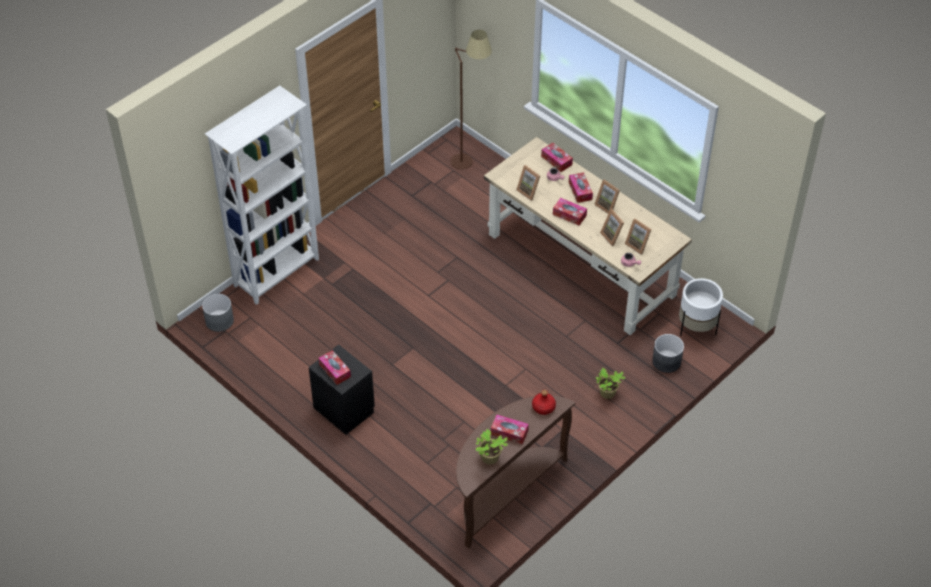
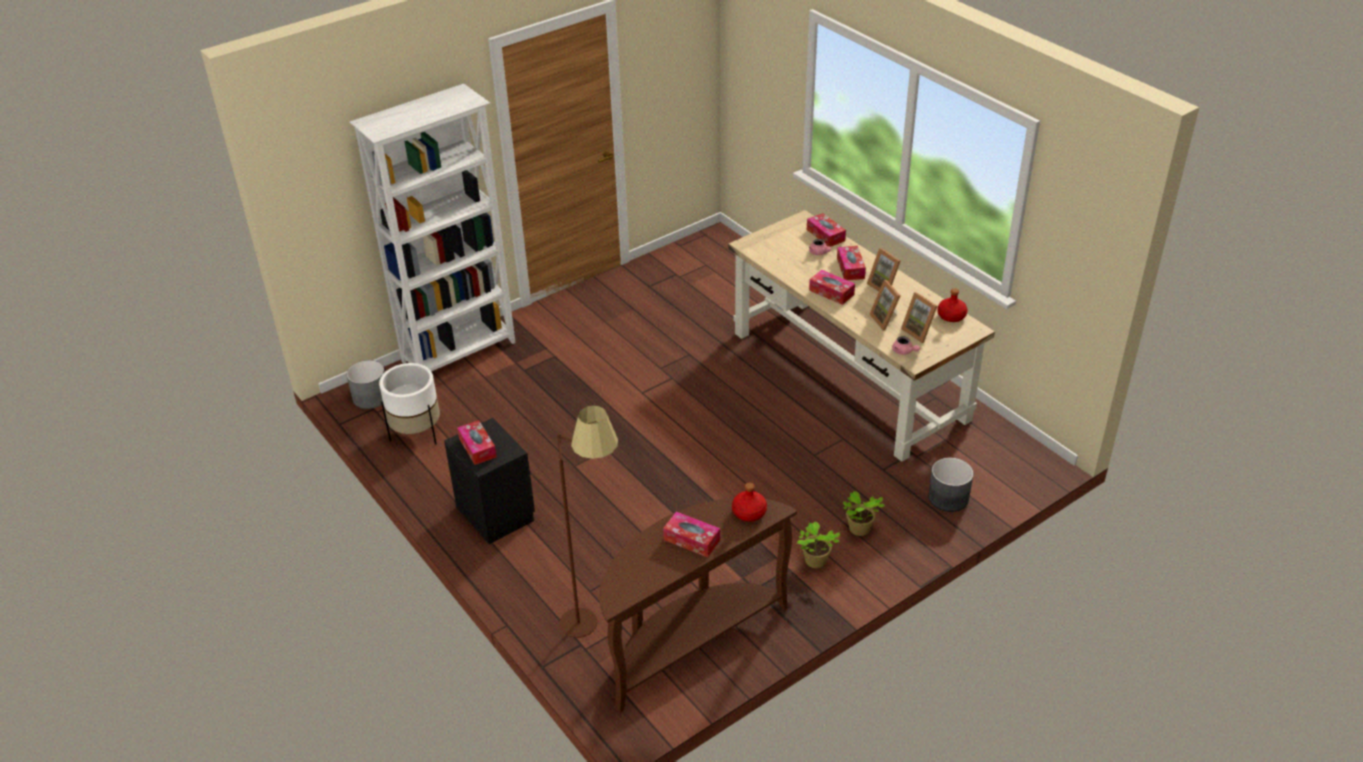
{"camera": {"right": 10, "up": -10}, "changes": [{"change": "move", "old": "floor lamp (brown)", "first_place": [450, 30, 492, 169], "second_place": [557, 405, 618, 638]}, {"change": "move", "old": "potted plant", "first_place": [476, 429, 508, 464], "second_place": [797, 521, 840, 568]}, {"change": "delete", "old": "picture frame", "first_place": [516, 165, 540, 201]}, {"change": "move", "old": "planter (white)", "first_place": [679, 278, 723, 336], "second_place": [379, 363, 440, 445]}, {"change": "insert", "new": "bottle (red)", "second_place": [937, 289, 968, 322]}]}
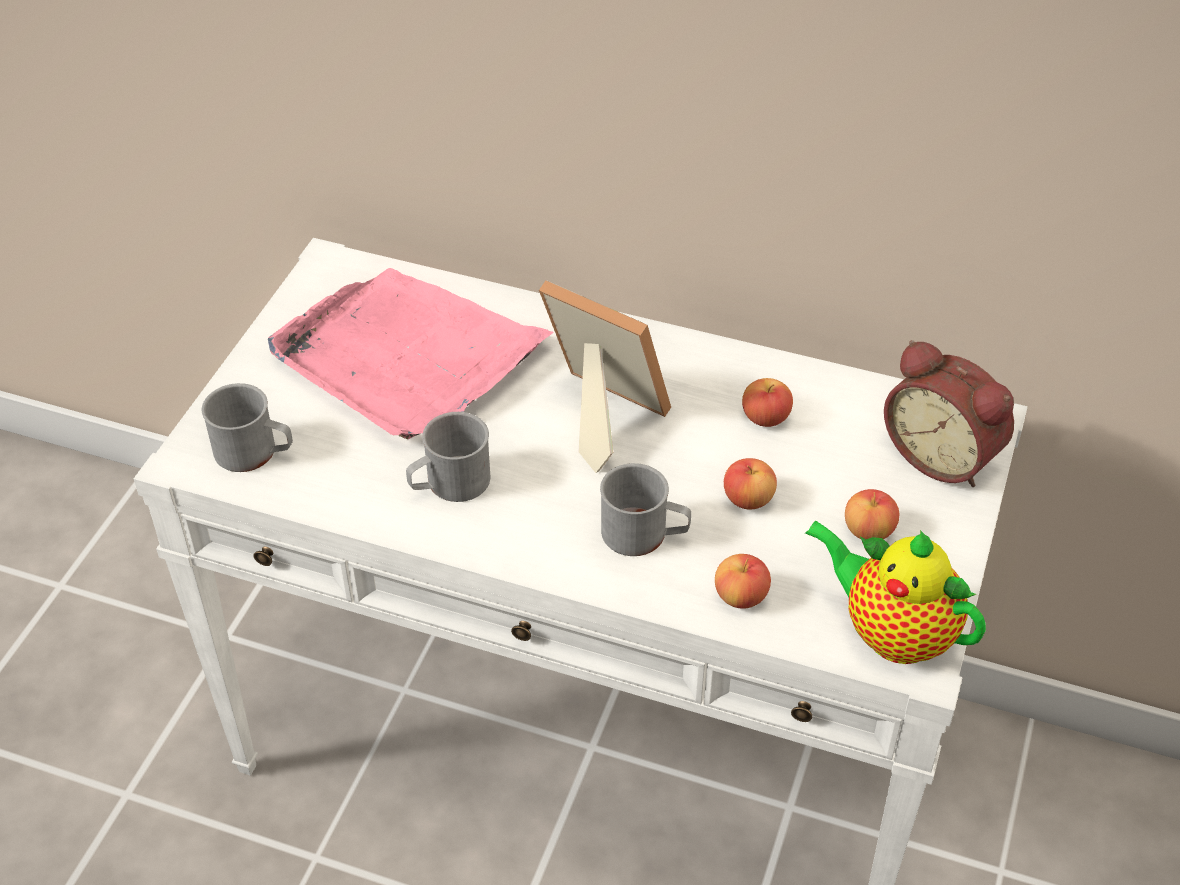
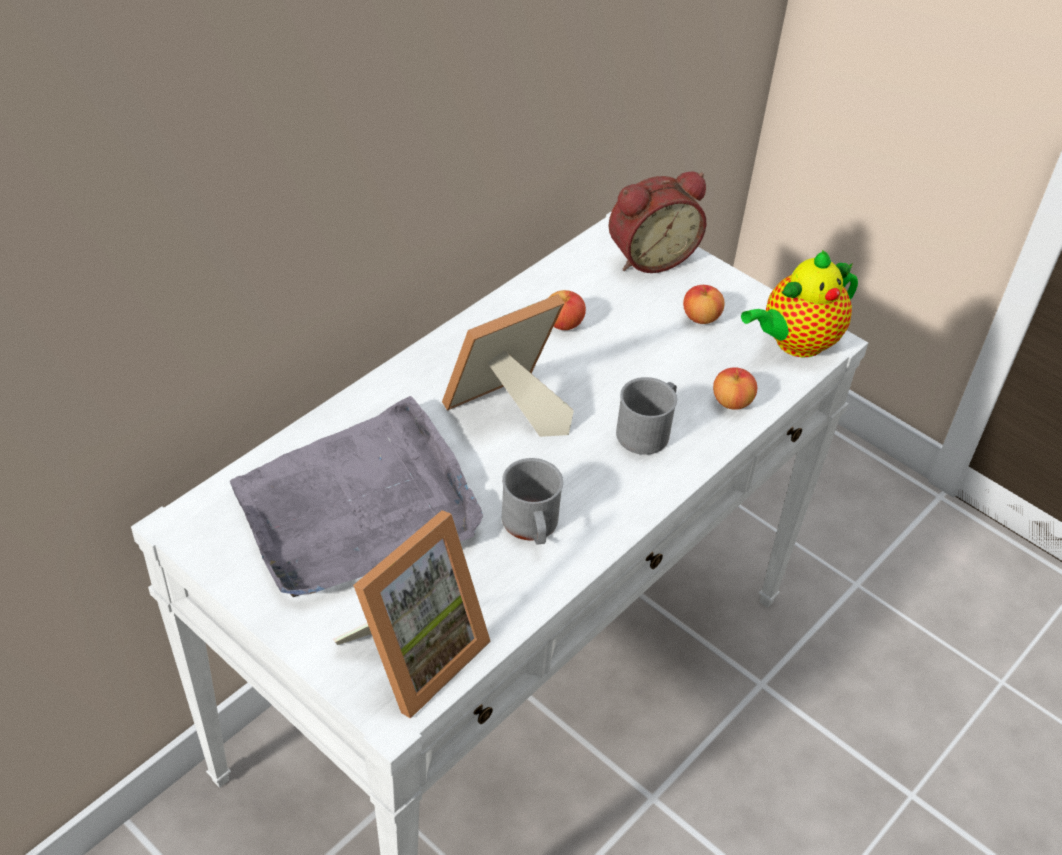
{"camera": {"right": -70, "up": 0}, "changes": [{"change": "replace", "old": "mug (grey)", "new": "picture frame", "first_place": [201, 383, 293, 472], "second_place": [333, 510, 491, 718]}, {"change": "recolor", "old": "tray (pink)", "new": "tray (grey)", "first_place": [268, 268, 553, 439], "second_place": [230, 396, 483, 597]}, {"change": "delete", "old": "apple", "first_place": [724, 458, 777, 510]}]}
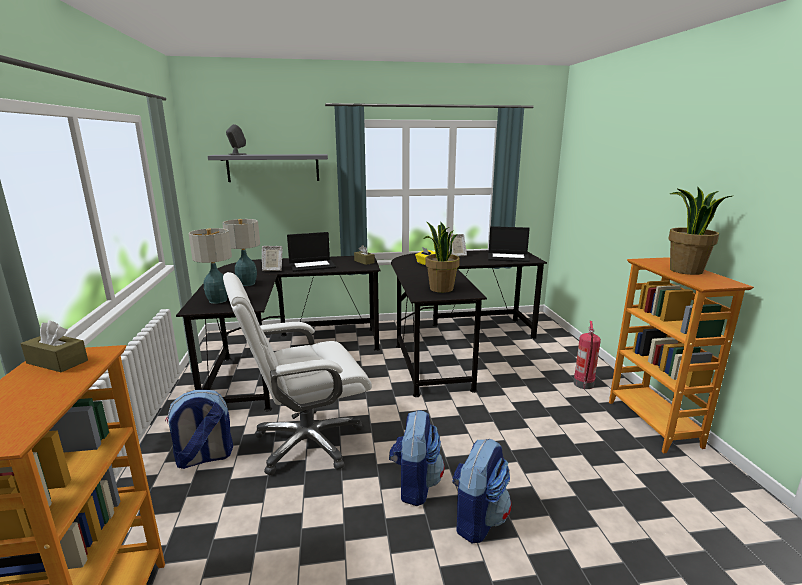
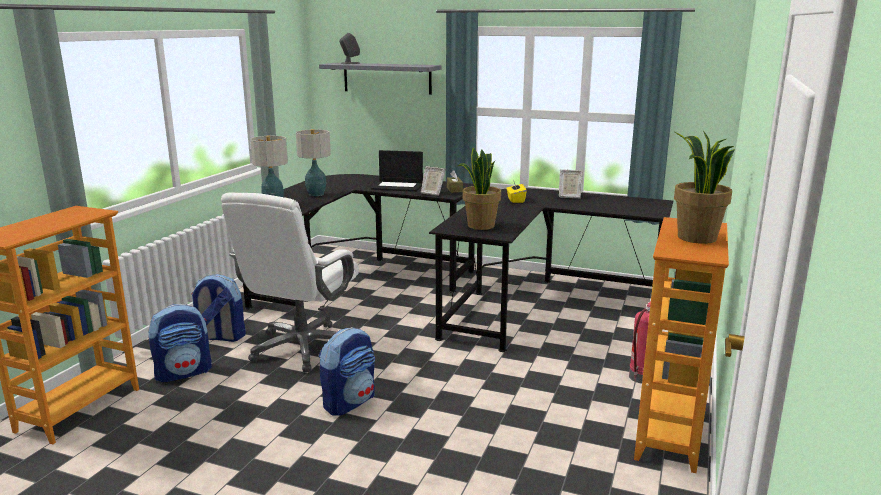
{"camera": {"right": 30, "up": 0}, "changes": [{"change": "delete", "old": "tissue box (brown)", "first_place": [21, 320, 88, 372]}, {"change": "rotate", "old": "office chair (white)", "first_place": [223, 272, 372, 475], "second_place": [221, 193, 359, 373], "degrees": -75}, {"change": "move", "old": "picture frame", "first_place": [262, 246, 283, 271], "second_place": [421, 166, 445, 196]}, {"change": "move", "old": "backpack", "first_place": [452, 439, 512, 543], "second_place": [148, 304, 212, 382]}, {"change": "delete", "old": "laptop", "first_place": [488, 226, 530, 262]}]}
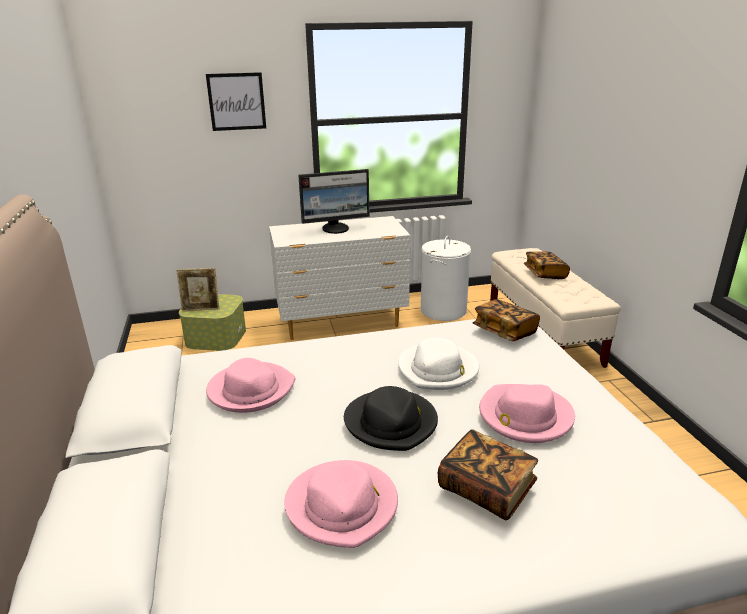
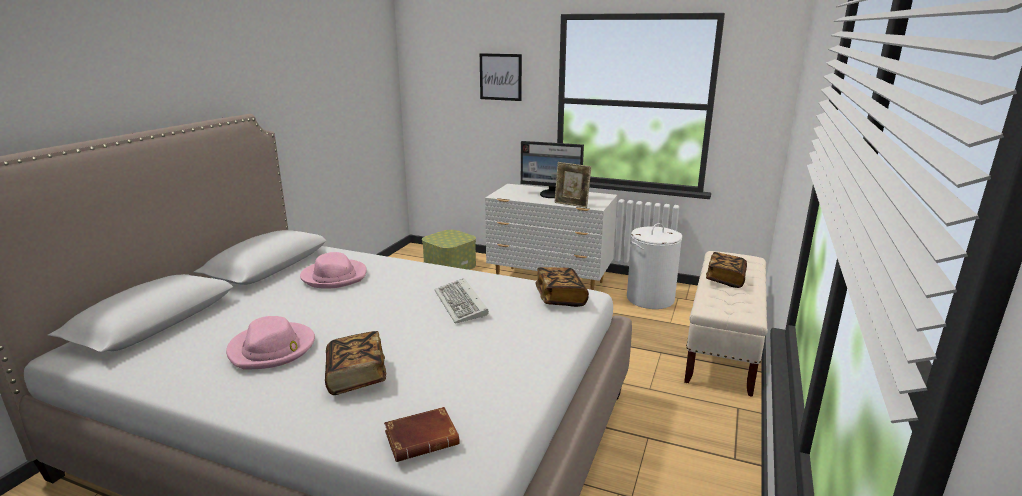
{"camera": {"right": 35, "up": -5}, "changes": [{"change": "move", "old": "picture frame", "first_place": [176, 268, 219, 311], "second_place": [554, 162, 591, 208]}, {"change": "delete", "old": "hat (black)", "first_place": [344, 386, 438, 451]}, {"change": "replace", "old": "hat (white)", "new": "keyboard", "first_place": [398, 338, 479, 390], "second_place": [434, 278, 489, 324]}, {"change": "delete", "old": "hat (pink)", "first_place": [479, 384, 575, 443]}, {"change": "insert", "new": "book (brown)", "second_place": [384, 407, 460, 462]}]}
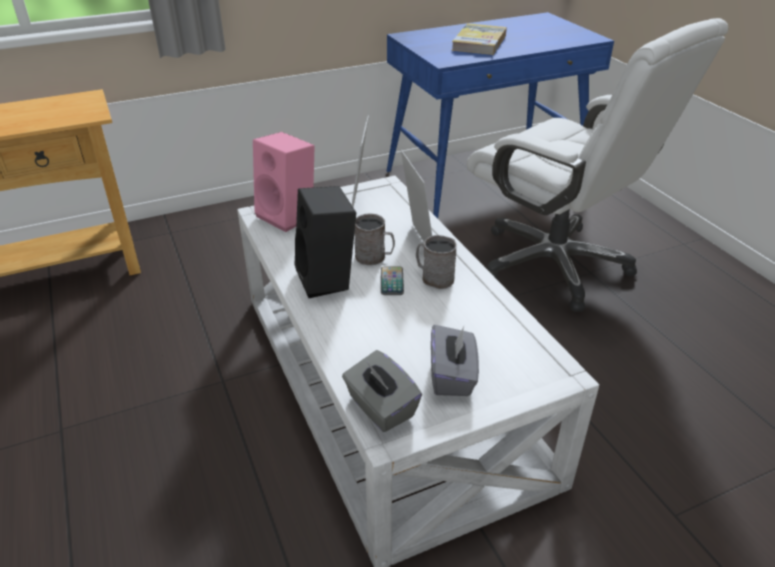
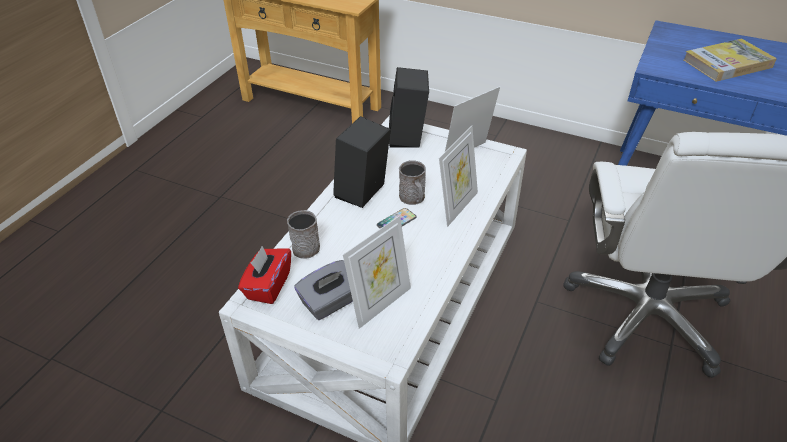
{"camera": {"right": 50, "up": 5}, "changes": [{"change": "recolor", "old": "speaker (pink)", "new": "speaker (black)", "first_place": [253, 132, 315, 232], "second_place": [389, 67, 429, 148]}, {"change": "recolor", "old": "tissue box (grey)", "new": "tissue box (red)", "first_place": [342, 350, 422, 432], "second_place": [238, 246, 291, 304]}, {"change": "move", "old": "mug (grey)", "first_place": [416, 235, 456, 289], "second_place": [287, 210, 320, 259]}, {"change": "insert", "new": "picture frame", "second_place": [343, 215, 411, 329]}]}
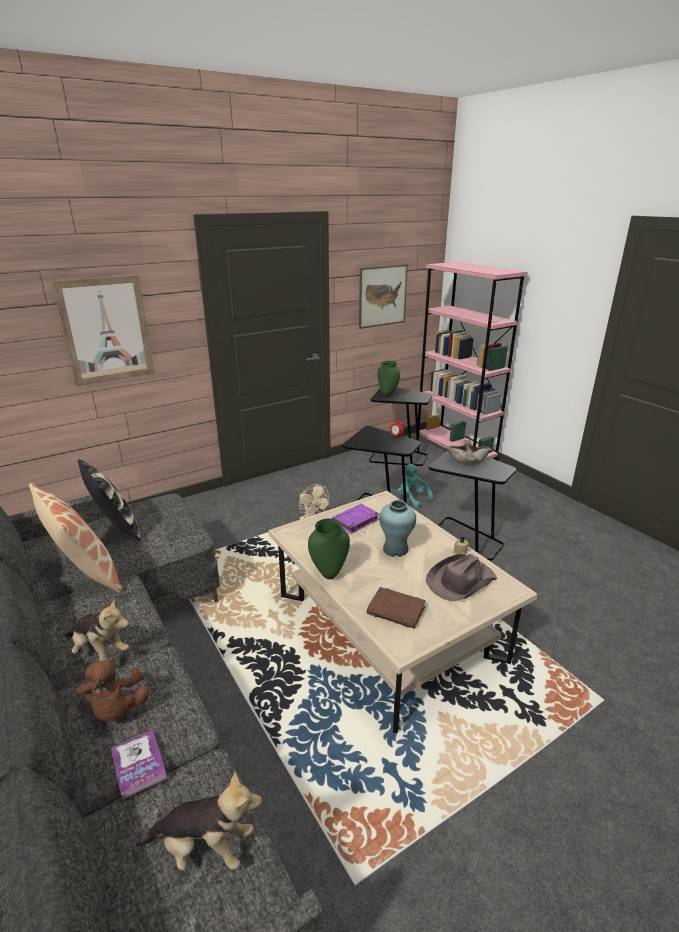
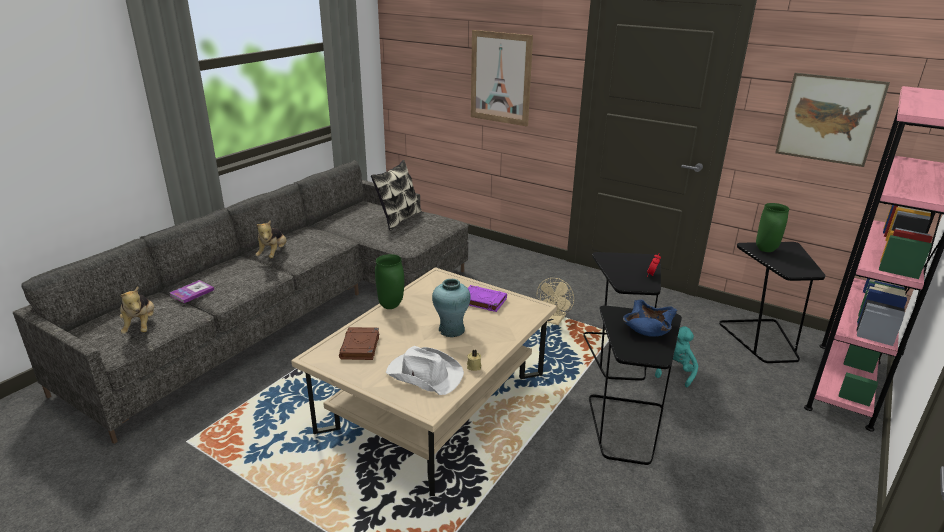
{"camera": {"right": 65, "up": 0}, "changes": [{"change": "delete", "old": "pillow", "first_place": [29, 483, 123, 593]}, {"change": "delete", "old": "plush toy (brown)", "first_place": [77, 657, 149, 722]}, {"change": "recolor", "old": "hat (brown)", "new": "hat (white)", "first_place": [426, 554, 497, 601], "second_place": [386, 346, 464, 395]}, {"change": "recolor", "old": "bowl (beige)", "new": "bowl (blue)", "first_place": [446, 440, 492, 465], "second_place": [623, 300, 677, 337]}]}
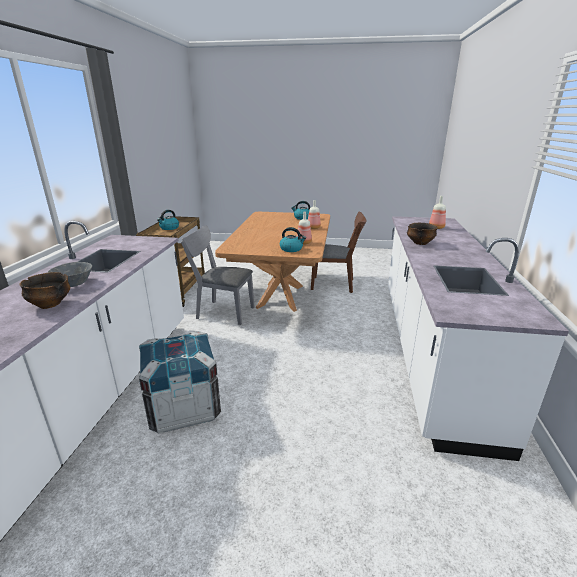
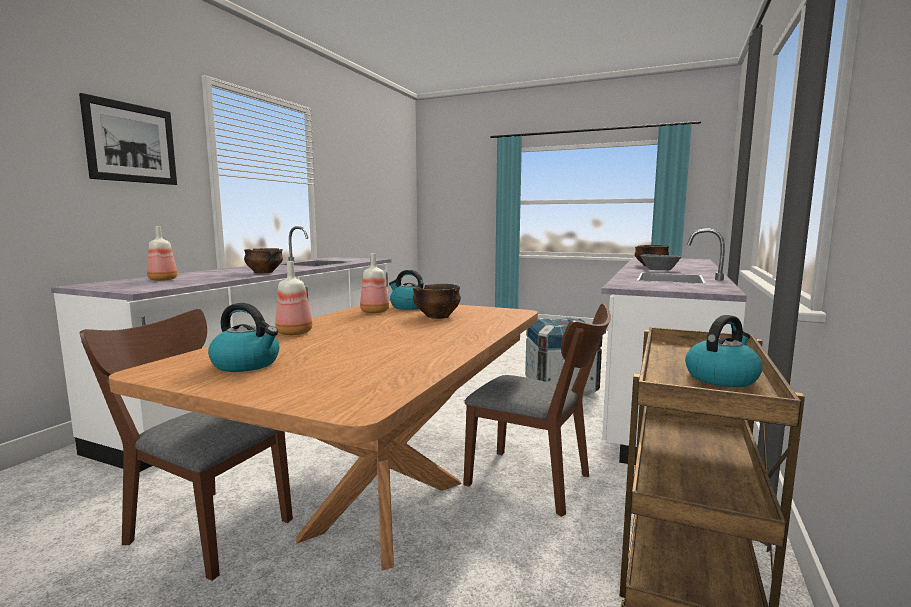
{"camera": {"right": -165, "up": -15}, "changes": [{"change": "recolor", "old": "chair (grey)", "new": "chair (brown)", "first_place": [181, 226, 255, 325], "second_place": [463, 304, 611, 517]}, {"change": "insert", "new": "picture", "second_place": [79, 93, 177, 185]}, {"change": "insert", "new": "bowl", "second_place": [413, 284, 461, 319]}]}
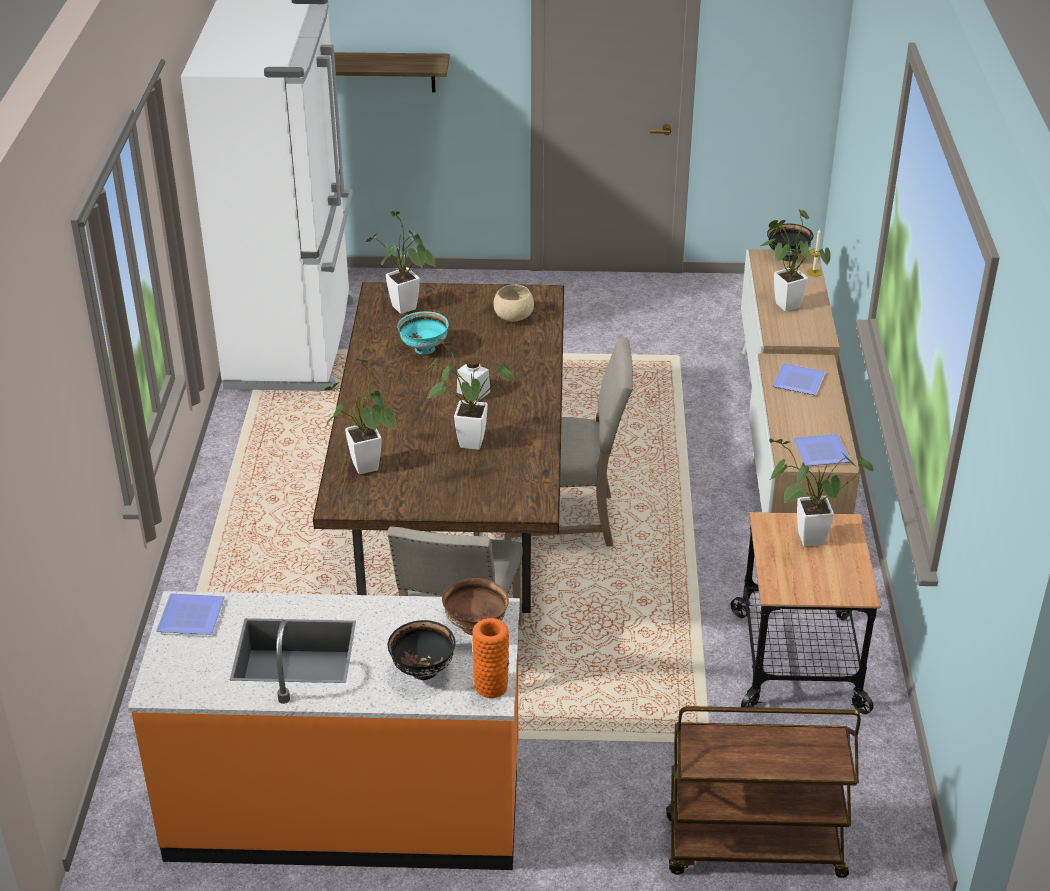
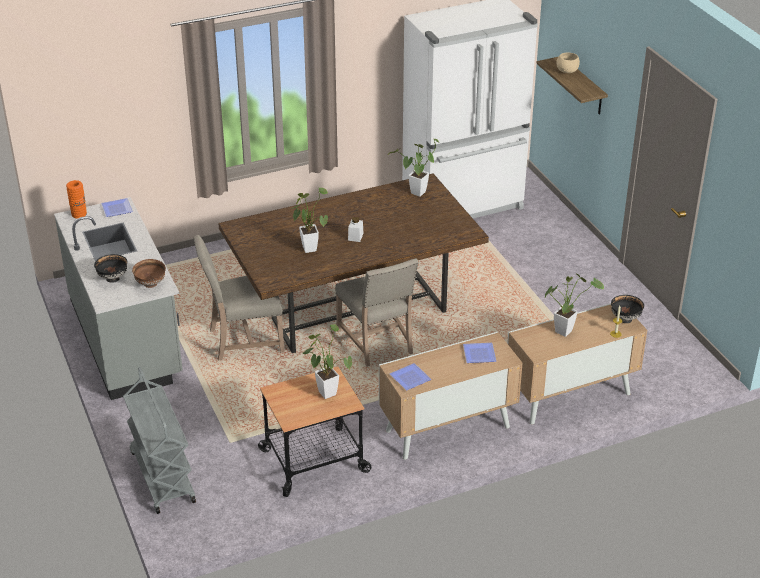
{"camera": {"right": 65, "up": 0}, "changes": [{"change": "recolor", "old": "counter (orange)", "new": "counter (grey)", "first_place": [128, 591, 520, 870], "second_place": [54, 197, 183, 400]}, {"change": "delete", "old": "potted plant", "first_place": [324, 358, 396, 474]}, {"change": "delete", "old": "bowl (turquoise)", "first_place": [397, 311, 449, 355]}, {"change": "move", "old": "vase (orange)", "first_place": [472, 618, 509, 698], "second_place": [66, 180, 87, 219]}, {"change": "move", "old": "bowl (beige)", "first_place": [493, 285, 534, 322], "second_place": [556, 53, 580, 73]}, {"change": "recolor", "old": "cart (brown)", "new": "cart (grey)", "first_place": [666, 706, 861, 878], "second_place": [123, 367, 196, 514]}]}
